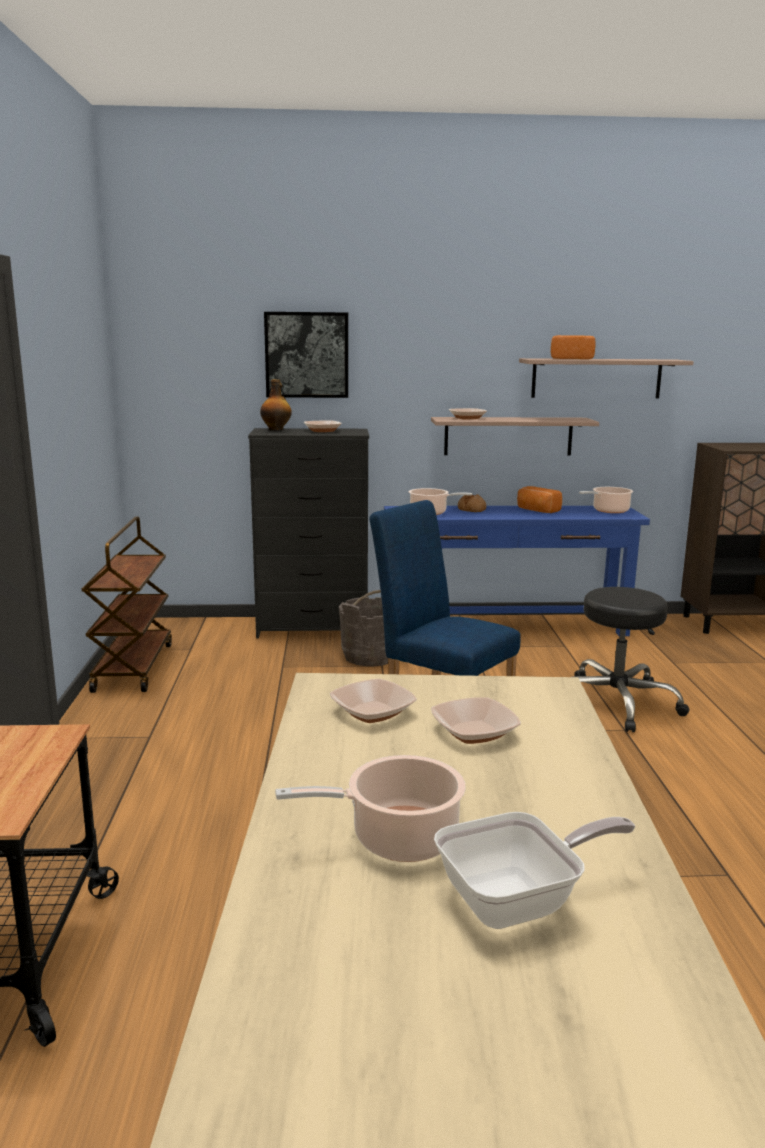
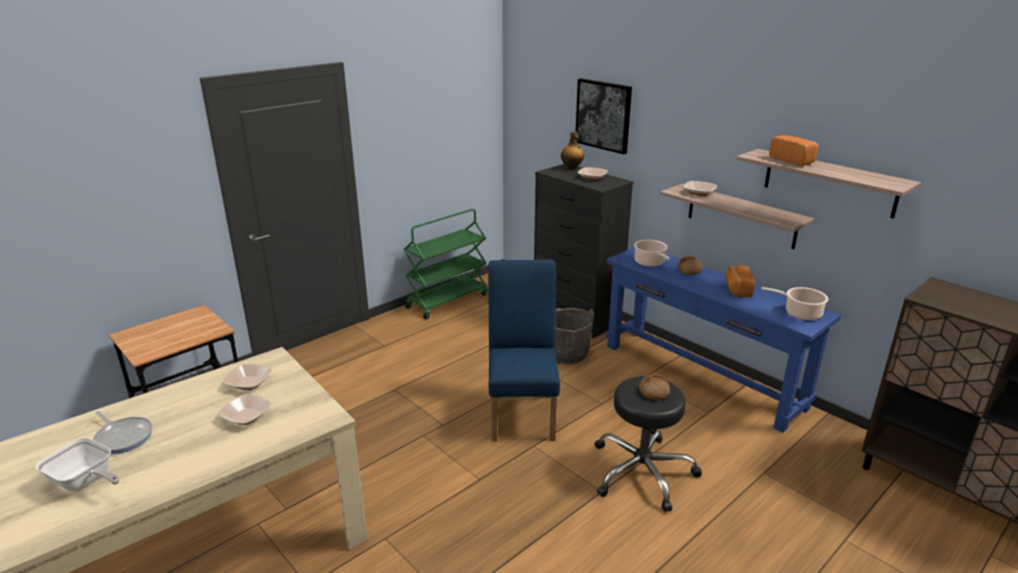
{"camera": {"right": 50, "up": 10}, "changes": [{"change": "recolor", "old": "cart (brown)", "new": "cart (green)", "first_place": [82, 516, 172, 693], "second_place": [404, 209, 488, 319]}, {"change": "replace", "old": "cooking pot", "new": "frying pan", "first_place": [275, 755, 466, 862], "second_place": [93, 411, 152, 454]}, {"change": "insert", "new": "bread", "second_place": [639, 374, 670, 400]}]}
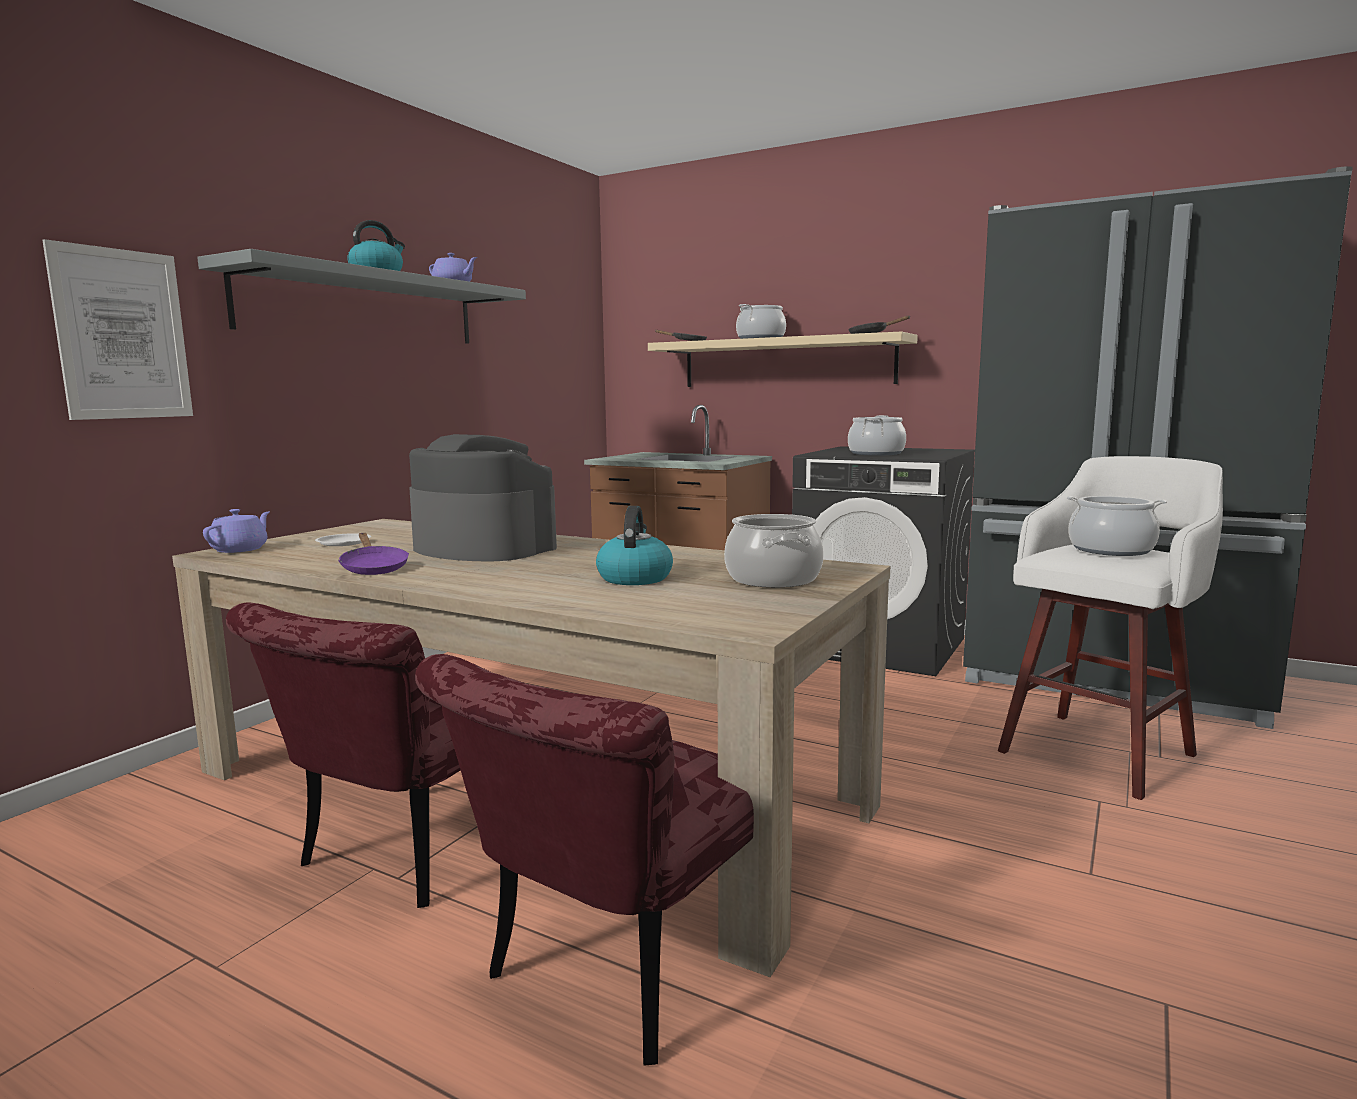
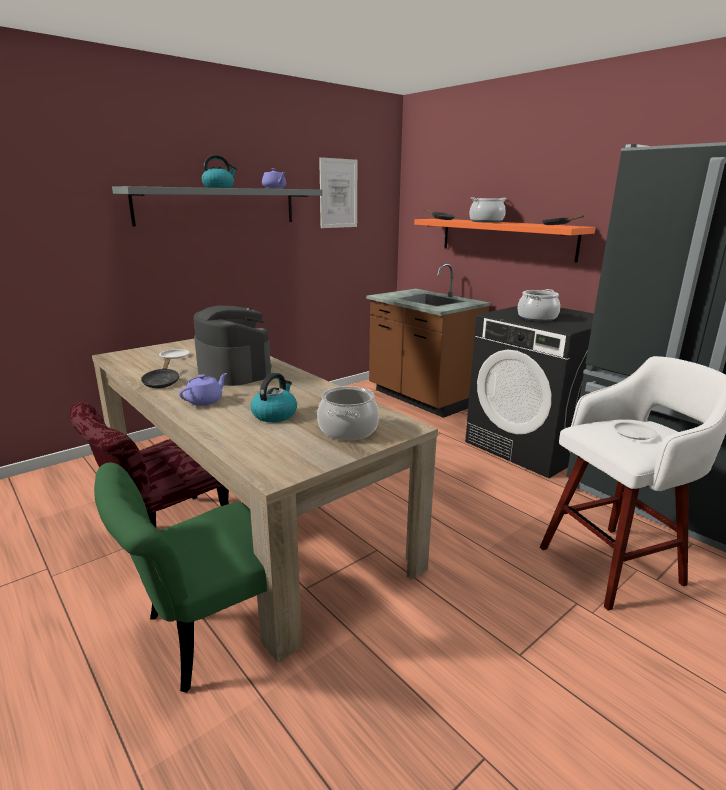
{"camera": {"right": 20, "up": 10}, "changes": [{"change": "move", "old": "picture", "first_place": [42, 239, 193, 420], "second_place": [319, 157, 357, 228]}, {"change": "move", "old": "teapot (purple)", "first_place": [203, 509, 270, 553], "second_place": [179, 373, 227, 406]}, {"change": "recolor", "old": "frying pan (purple)", "new": "frying pan (black)", "first_place": [338, 533, 409, 575], "second_place": [141, 358, 179, 388]}, {"change": "recolor", "old": "chair (red)", "new": "chair (green)", "first_place": [415, 654, 754, 1065], "second_place": [94, 463, 267, 693]}, {"change": "recolor", "old": "shelf (beige)", "new": "shelf (orange)", "first_place": [648, 332, 918, 387], "second_place": [414, 219, 596, 262]}, {"change": "replace", "old": "cooking pot", "new": "plate (white)", "first_place": [1067, 496, 1167, 556], "second_place": [612, 422, 657, 440]}]}
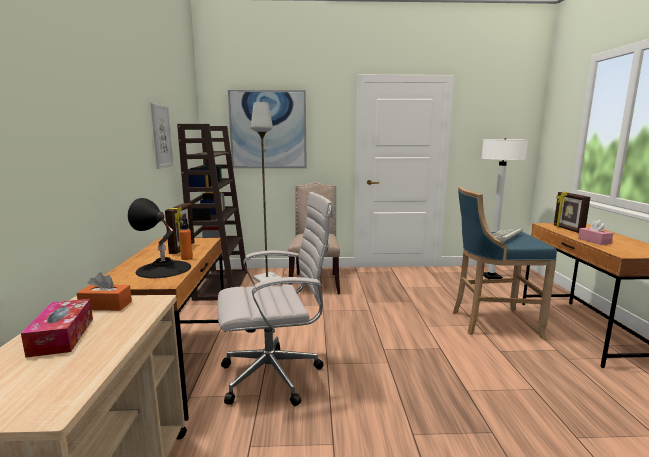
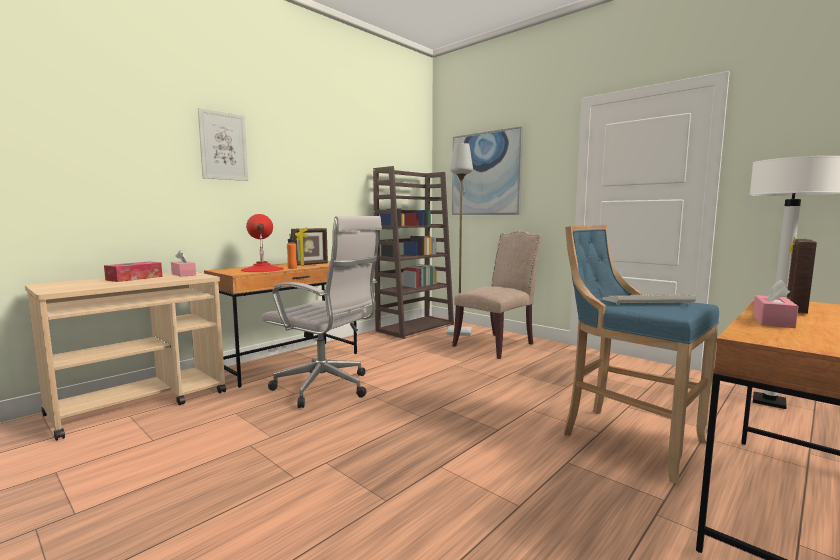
{"camera": {"right": 45, "up": -5}, "changes": [{"change": "recolor", "old": "tissue box (orange)", "new": "tissue box (pink)", "first_place": [77, 272, 132, 311], "second_place": [171, 250, 196, 277]}, {"change": "recolor", "old": "table lamp (black)", "new": "table lamp (red)", "first_place": [128, 198, 191, 278], "second_place": [241, 214, 283, 272]}, {"change": "move", "old": "picture", "first_place": [151, 103, 174, 169], "second_place": [198, 108, 248, 181]}]}
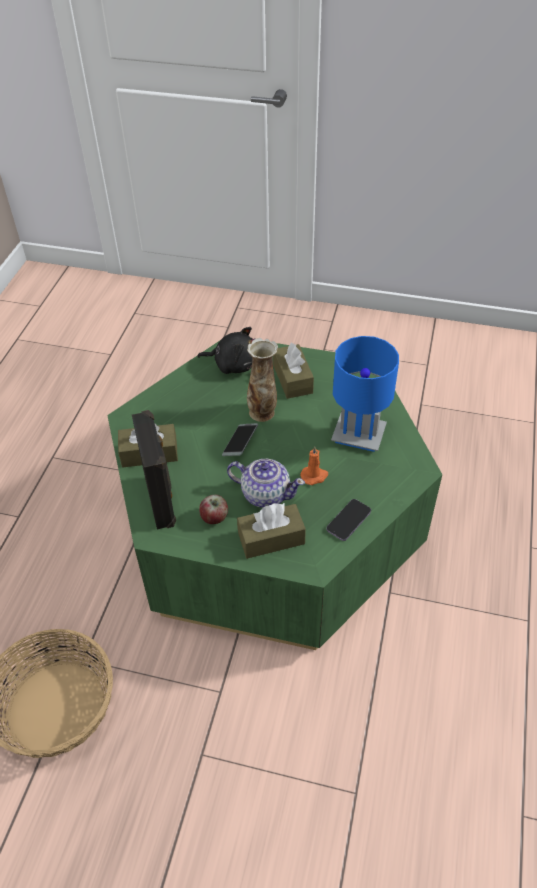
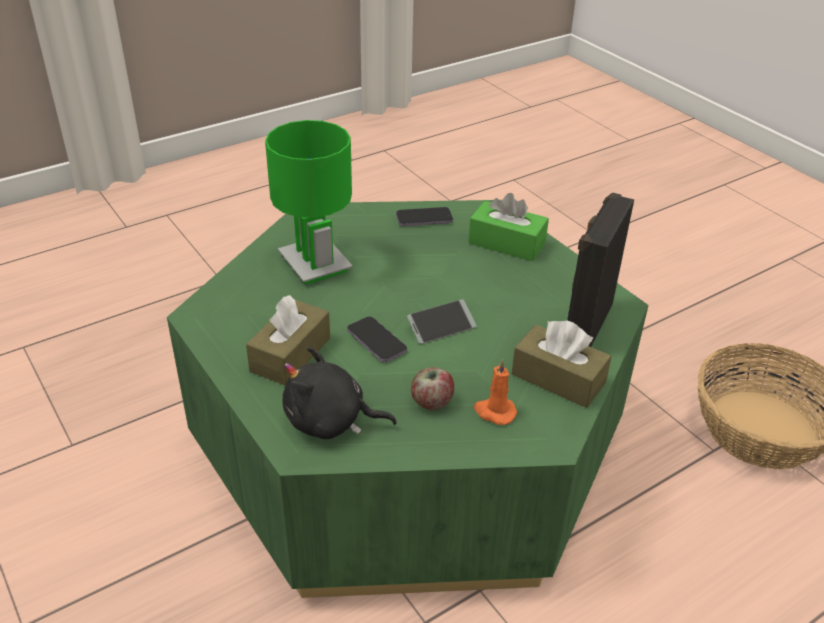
{"camera": {"right": -140, "up": -10}, "changes": [{"change": "rotate", "old": "plush toy (black)", "first_place": [197, 327, 254, 374], "second_place": [282, 346, 397, 439], "degrees": -45}, {"change": "move", "old": "apple", "first_place": [199, 495, 228, 524], "second_place": [411, 367, 454, 410]}, {"change": "delete", "old": "teapot", "first_place": [227, 459, 305, 508]}, {"change": "recolor", "old": "tissue box (brown)", "new": "tissue box (green)", "first_place": [237, 503, 306, 559], "second_place": [468, 193, 549, 261]}, {"change": "replace", "old": "vase", "new": "phone", "first_place": [247, 338, 278, 422], "second_place": [347, 316, 407, 362]}, {"change": "move", "old": "candle (orange)", "first_place": [300, 446, 328, 485], "second_place": [474, 359, 517, 425]}, {"change": "recolor", "old": "table lamp (blue)", "new": "table lamp (green)", "first_place": [331, 336, 399, 452], "second_place": [265, 120, 353, 285]}]}
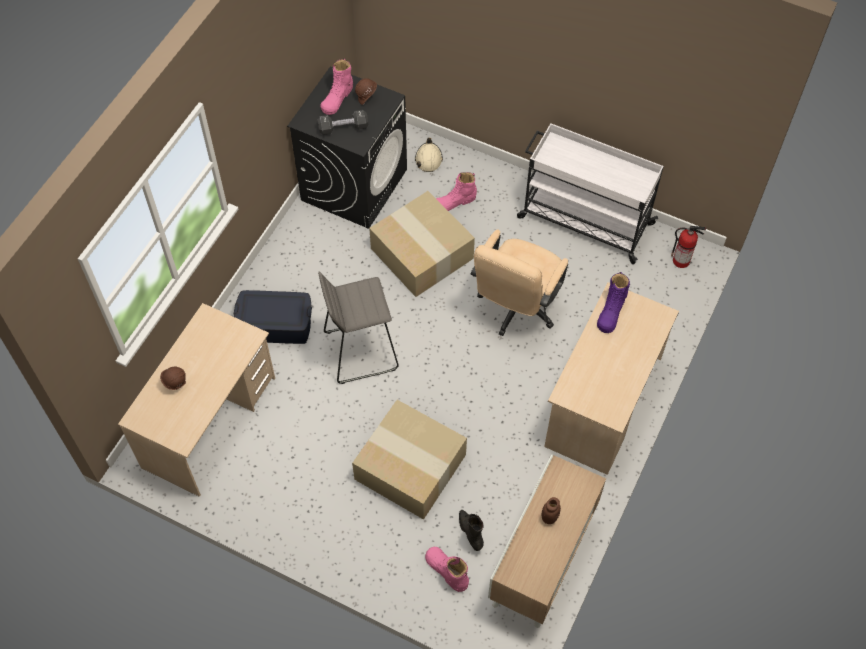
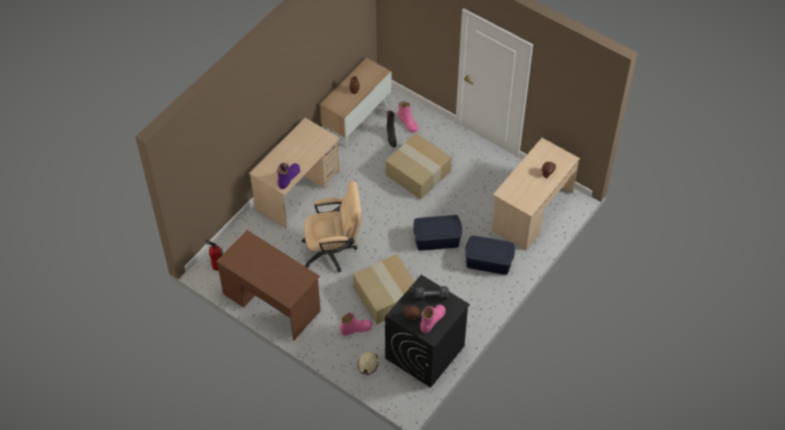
{"camera": {"right": -170, "up": -5}, "changes": [{"change": "replace", "old": "stool (grey)", "new": "storage box (blue)", "first_place": [318, 271, 399, 384], "second_place": [413, 215, 462, 251]}, {"change": "rotate", "old": "office chair (beige)", "first_place": [471, 230, 568, 336], "second_place": [302, 181, 362, 273], "degrees": 45}, {"change": "replace", "old": "cart (white)", "new": "desk (brown)", "first_place": [517, 123, 664, 264], "second_place": [216, 230, 321, 340]}]}
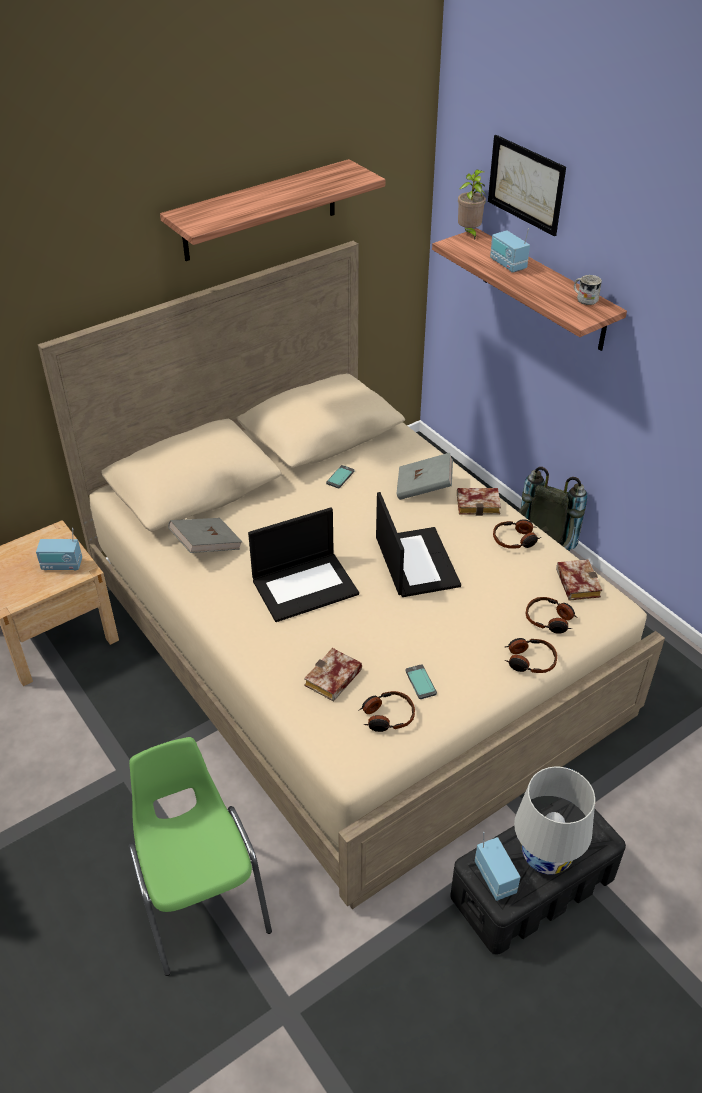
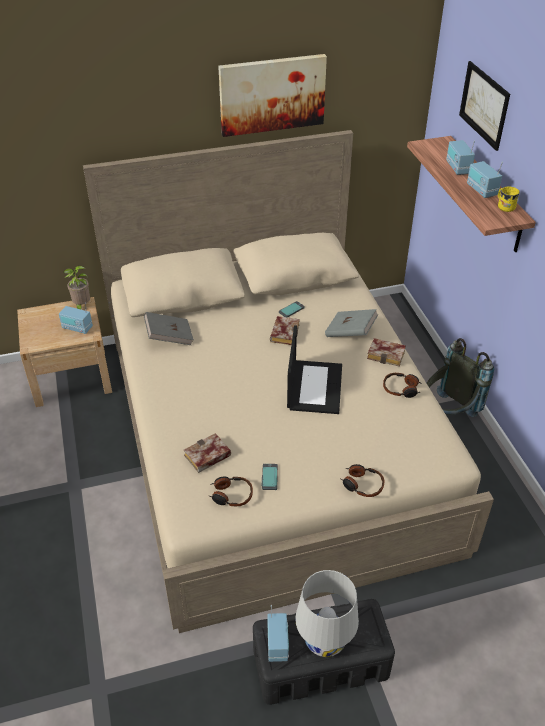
{"camera": {"right": 20, "up": 0}, "changes": [{"change": "delete", "old": "chair (green)", "first_place": [129, 737, 272, 976]}, {"change": "replace", "old": "shelf", "new": "picture", "first_place": [160, 159, 385, 261], "second_place": [218, 54, 327, 137]}, {"change": "delete", "old": "laptop", "first_place": [248, 507, 359, 622]}, {"change": "move", "old": "potted plant", "first_place": [458, 170, 486, 240], "second_place": [63, 266, 90, 309]}, {"change": "delete", "old": "headphones", "first_place": [526, 597, 578, 634]}, {"change": "move", "old": "book", "first_place": [556, 559, 602, 601], "second_place": [270, 316, 300, 345]}, {"change": "recolor", "old": "mug (white)", "new": "mug (yellow)", "first_place": [574, 275, 602, 305], "second_place": [498, 186, 520, 212]}, {"change": "insert", "new": "radio", "second_place": [467, 161, 503, 198]}]}
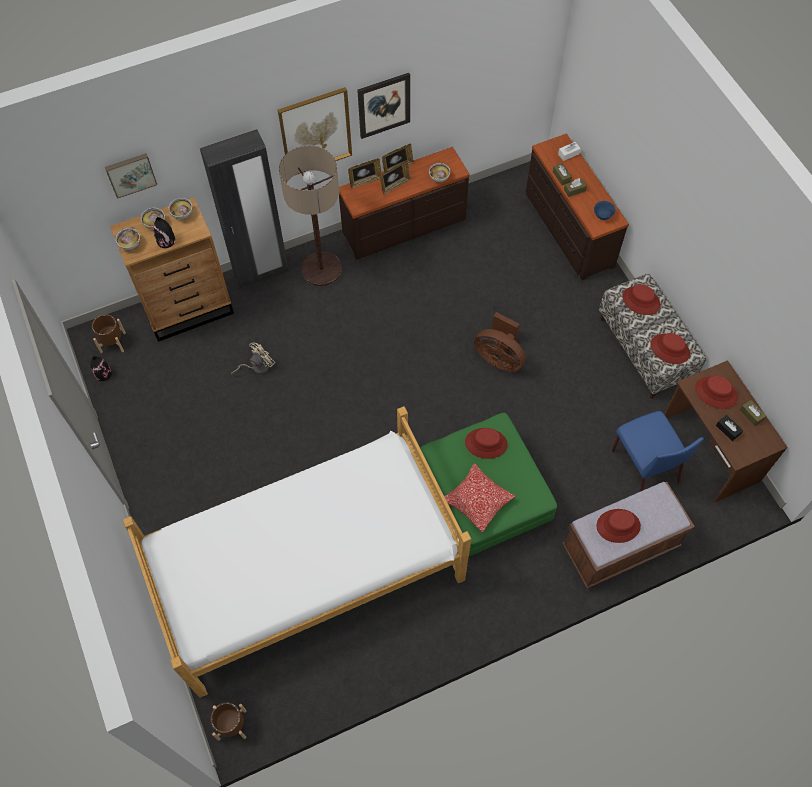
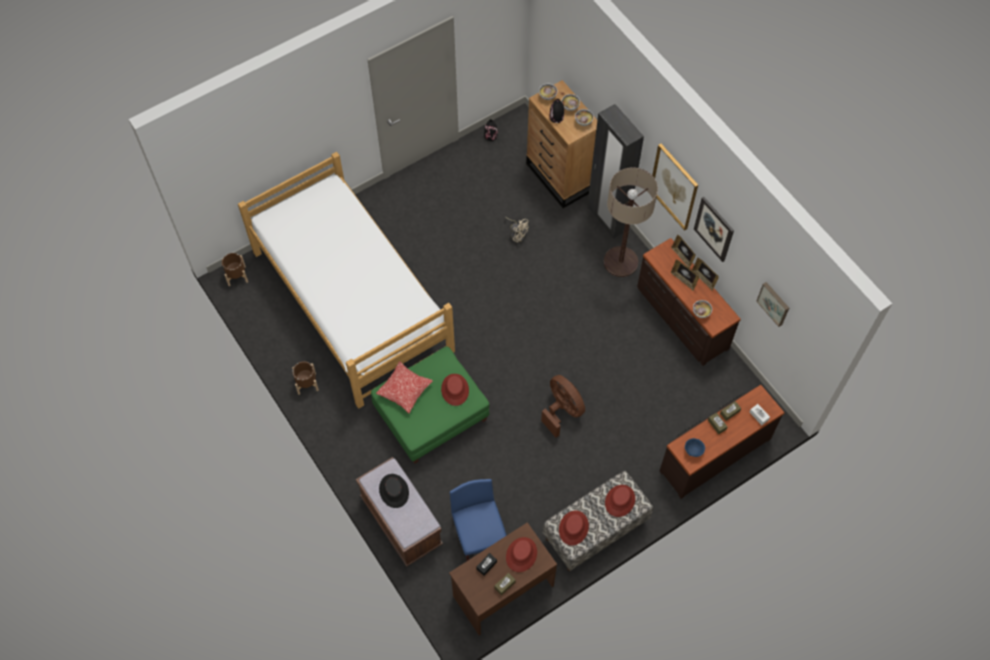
{"camera": {"right": 80, "up": 0}, "changes": [{"change": "move", "old": "planter (brown)", "first_place": [92, 314, 126, 353], "second_place": [292, 361, 319, 395]}, {"change": "move", "old": "picture", "first_place": [105, 153, 157, 199], "second_place": [756, 282, 789, 327]}, {"change": "rotate", "old": "fan (brown)", "first_place": [475, 312, 526, 372], "second_place": [541, 375, 585, 438], "degrees": 120}, {"change": "recolor", "old": "hat (red)", "new": "hat (black)", "first_place": [596, 509, 641, 543], "second_place": [379, 474, 409, 508]}, {"change": "rotate", "old": "chair (blue)", "first_place": [612, 411, 704, 492], "second_place": [450, 479, 507, 561], "degrees": 105}]}
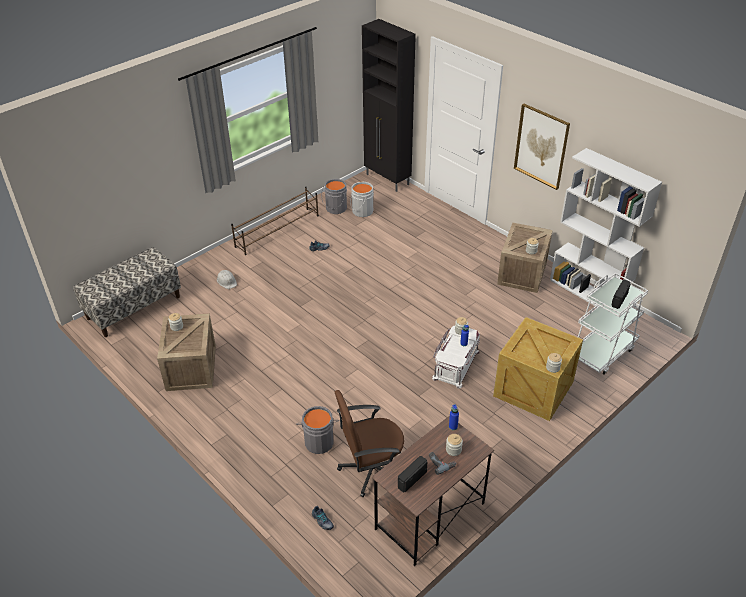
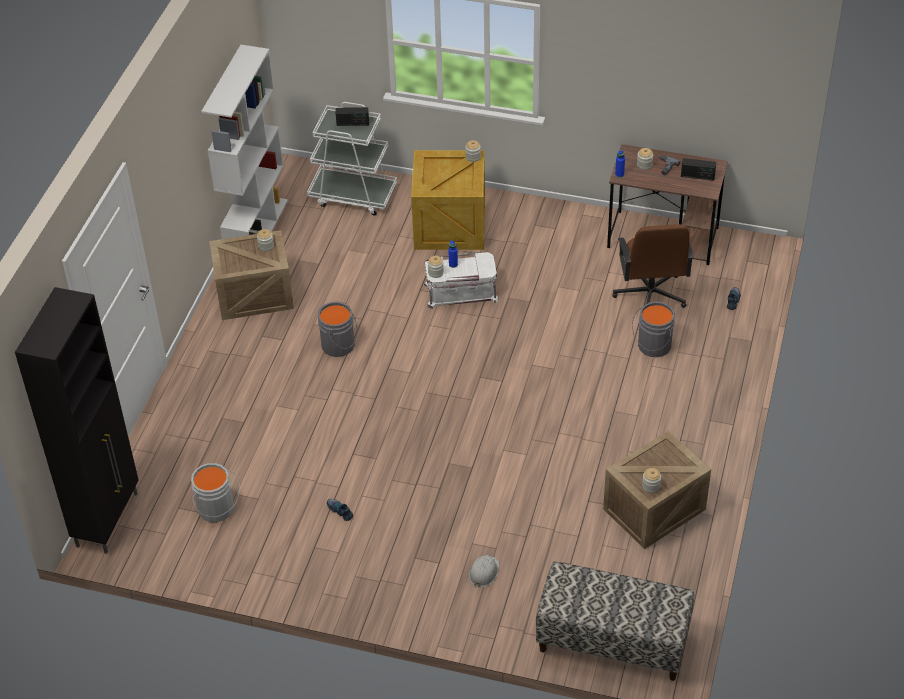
{"camera": {"right": -120, "up": 5}, "changes": [{"change": "delete", "old": "shoe rack (brown)", "first_place": [231, 187, 319, 255]}, {"change": "move", "old": "bucket (grey)", "first_place": [321, 179, 347, 214], "second_place": [318, 302, 358, 357]}, {"change": "rotate", "old": "office chair (brown)", "first_place": [335, 390, 404, 497], "second_place": [612, 224, 694, 308], "degrees": 45}, {"change": "delete", "old": "picture", "first_place": [514, 104, 570, 190]}]}
